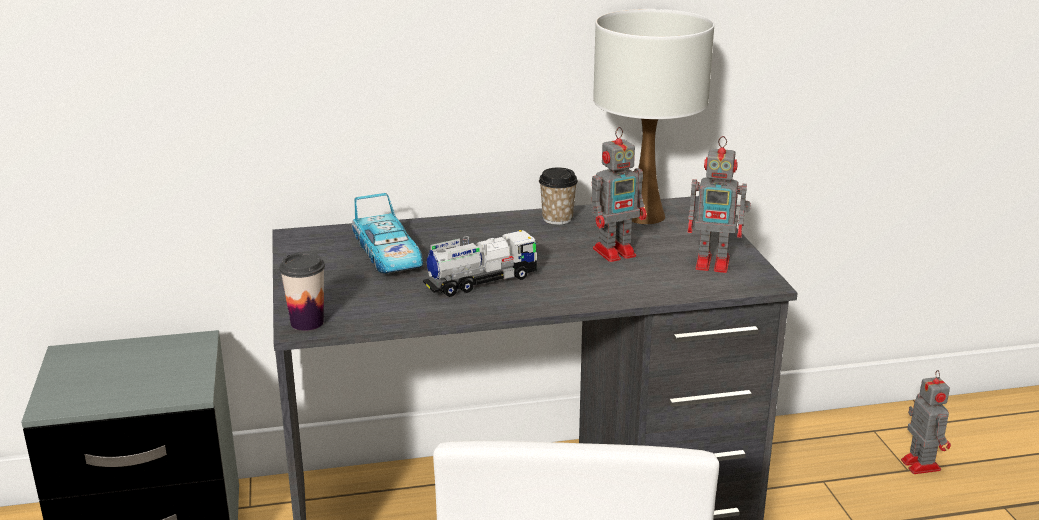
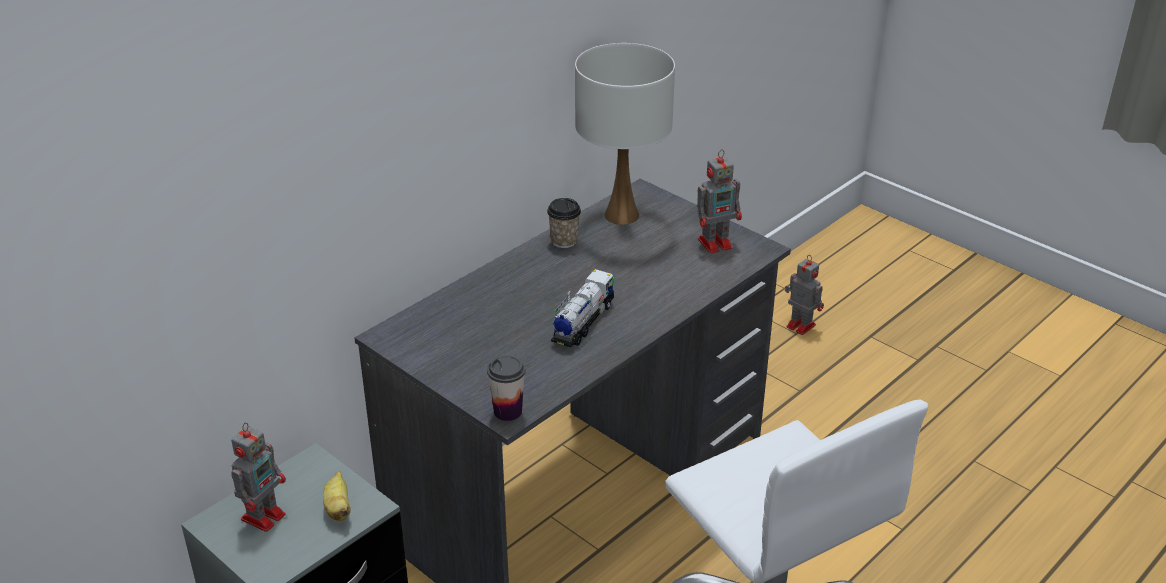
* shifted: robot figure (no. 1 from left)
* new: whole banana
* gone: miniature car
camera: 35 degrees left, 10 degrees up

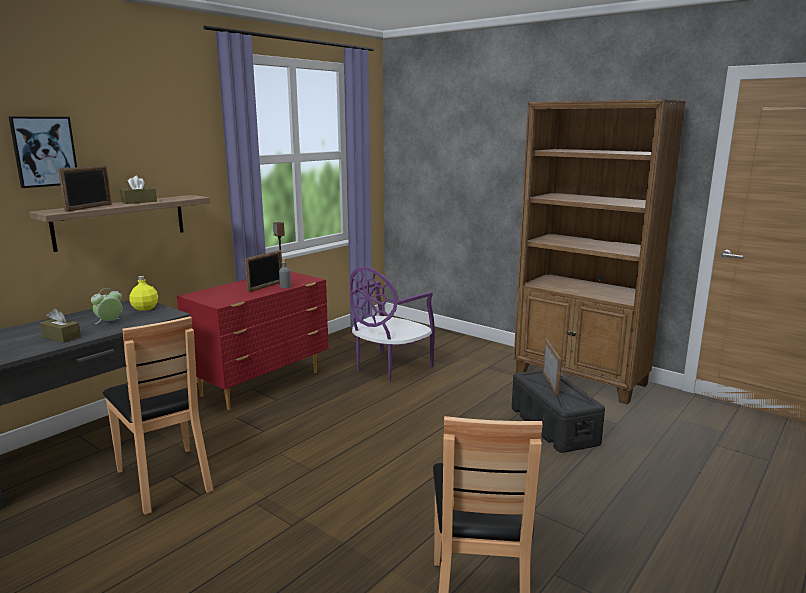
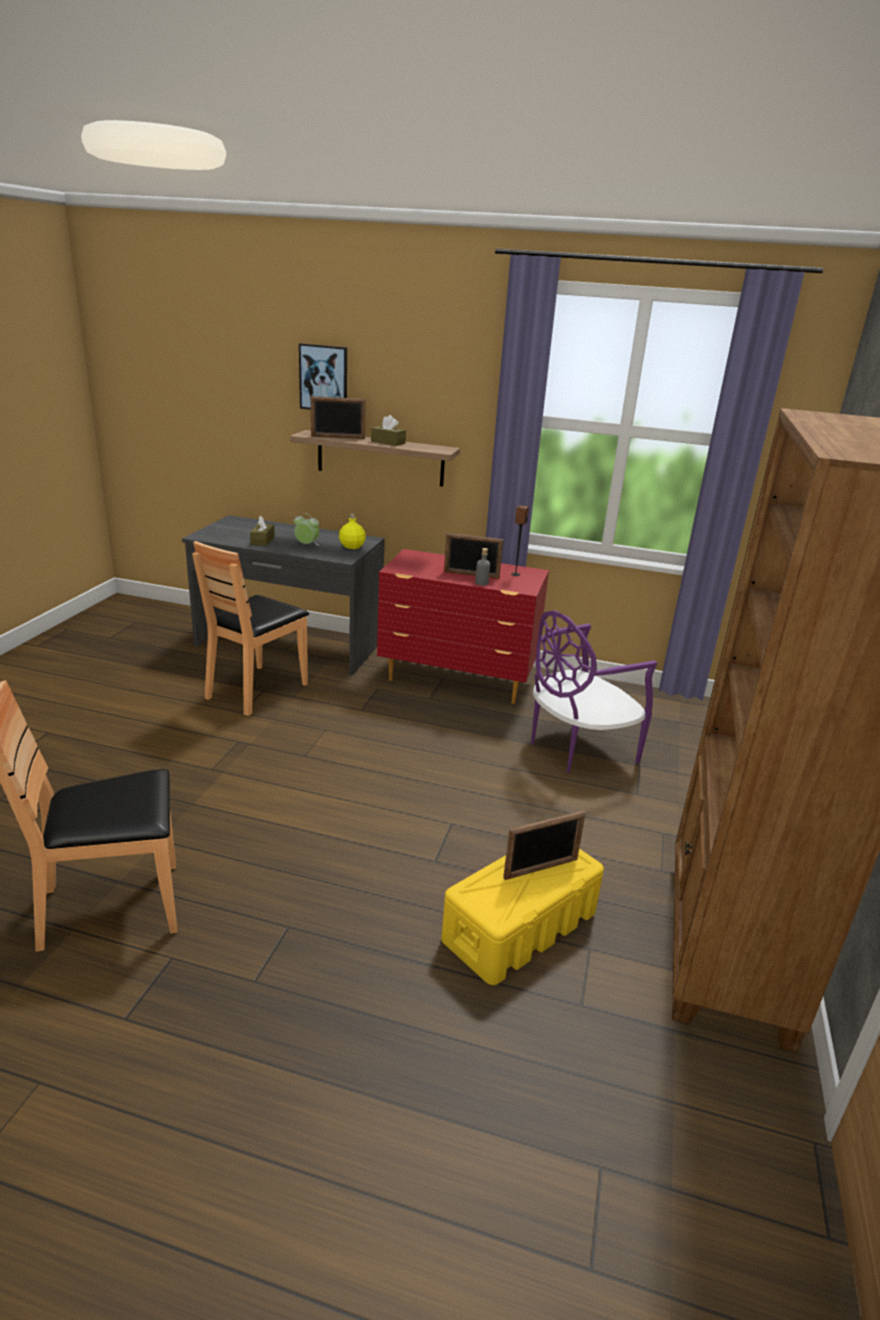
* repainted: storage container/black to storage container/yellowish
* rotated: upright chair/purple-coloured 45 degrees counterclockwise
camera: 65 degrees right, 10 degrees up

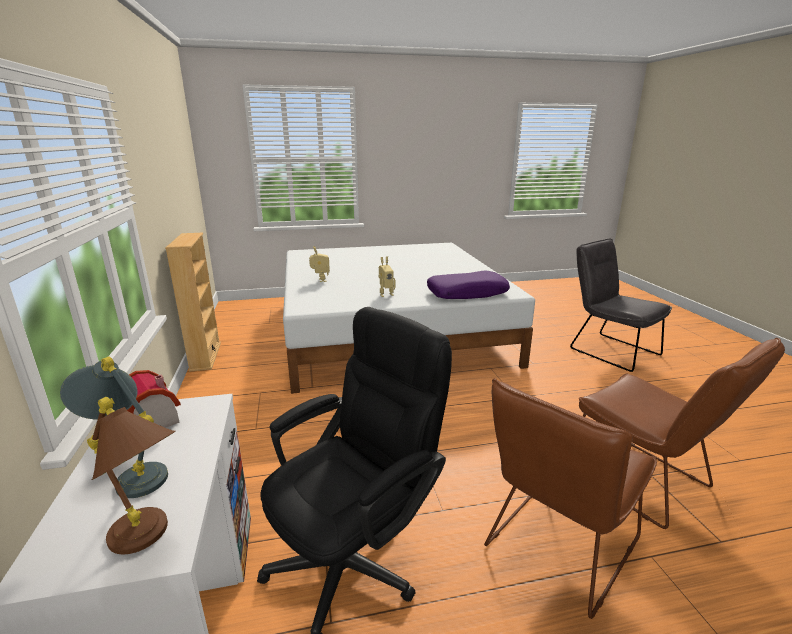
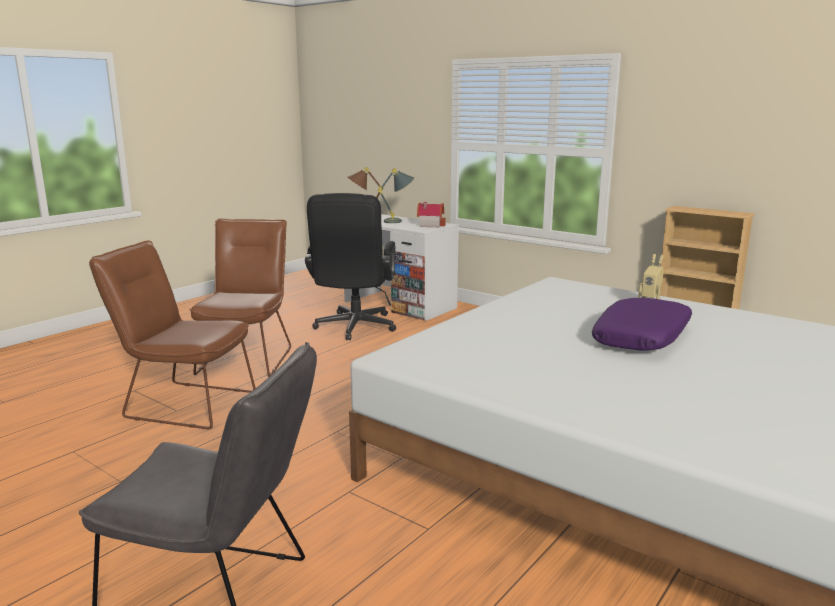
* shifted: throw pillow/purple-coloured
* gone: robot figure (no. 2 from left)
camera: 140 degrees right, 5 degrees down

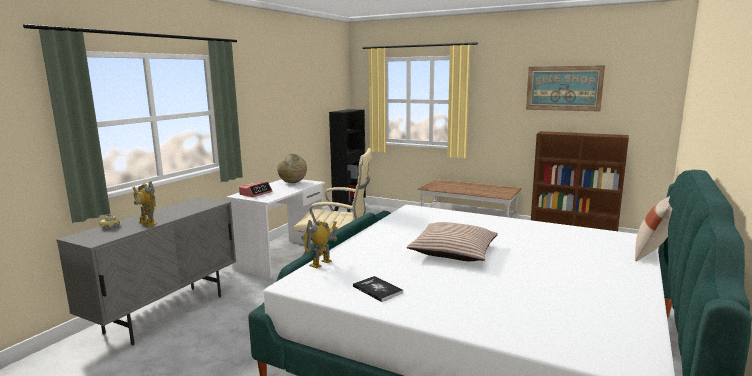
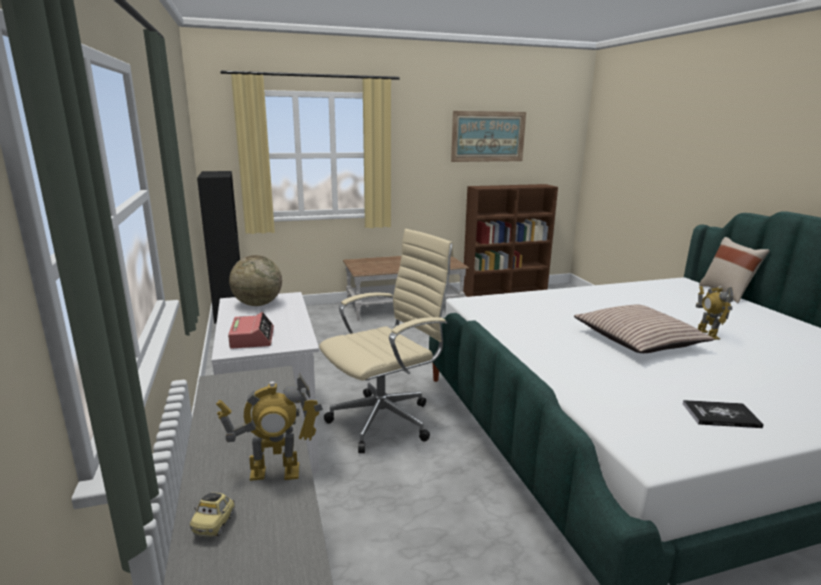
* shifted: robot figure (no. 2 from left)
camera: 45 degrees left, 5 degrees up

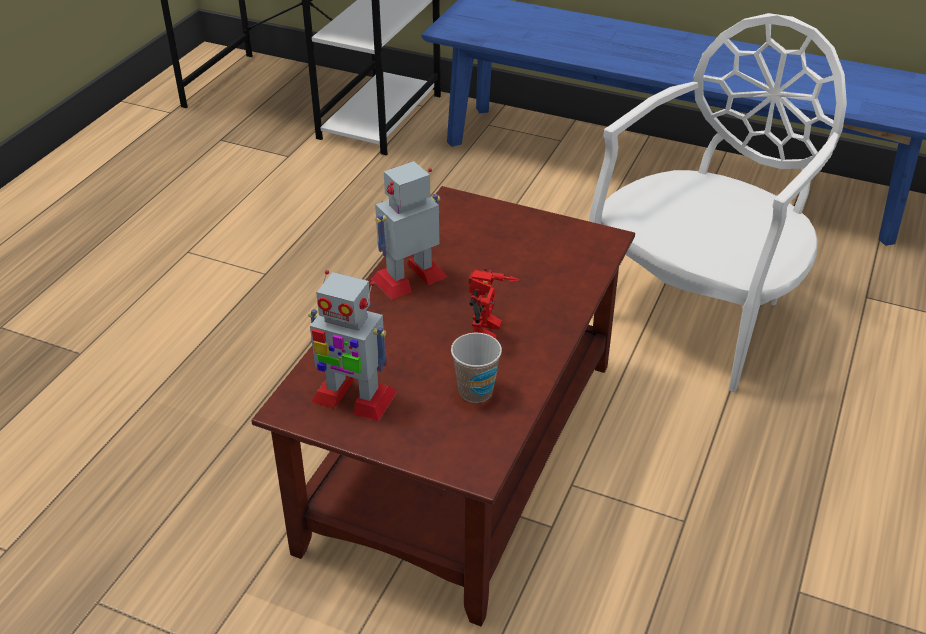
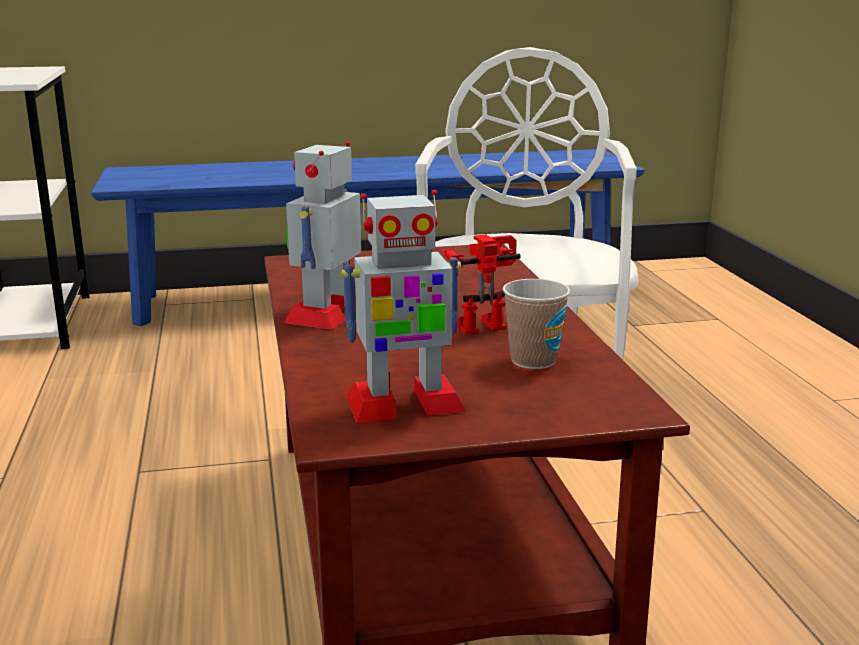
* rotated: robot figure (no. 3 from left) 90 degrees counterclockwise
camera: 35 degrees left, 20 degrees down

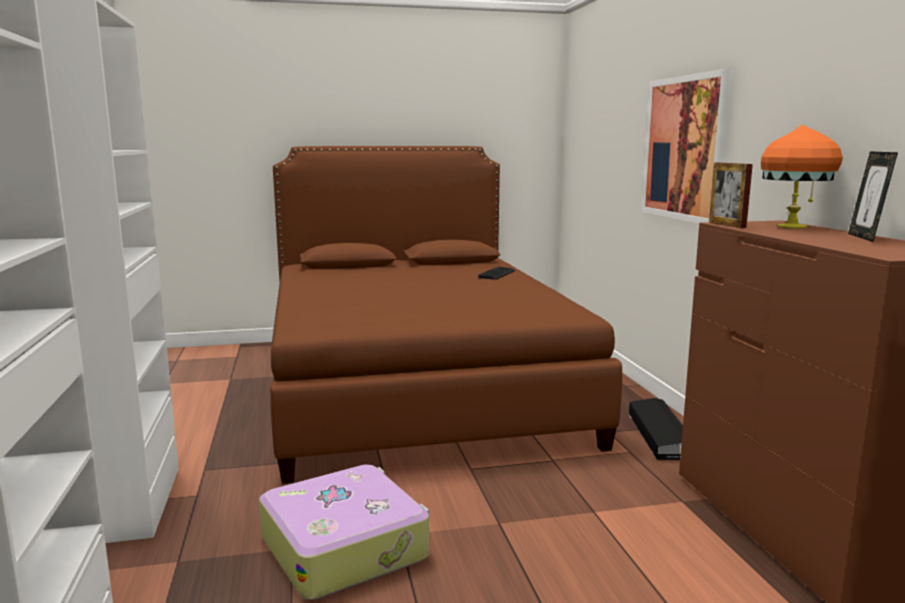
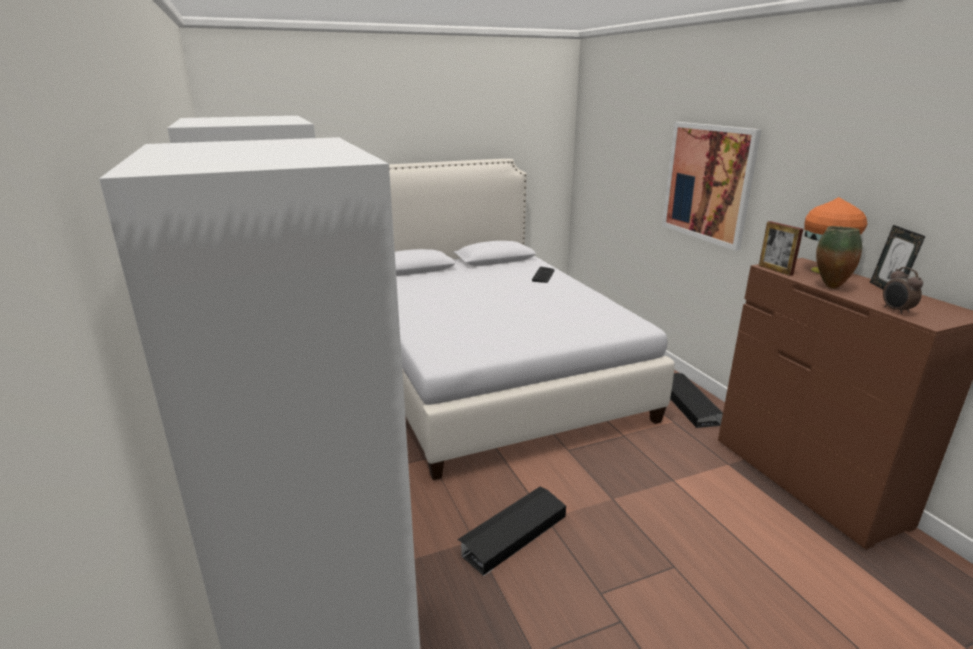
* repainted: bedroom bed/brown-coloured to bedroom bed/white-coloured
* swapped: suitcase to storage container/black (no. 1 from left)
* new: decorative vase
* new: bedside clock
camera: 10 degrees left, 10 degrees up

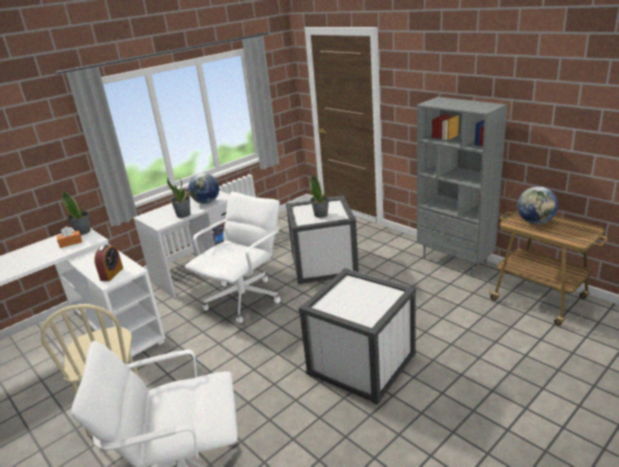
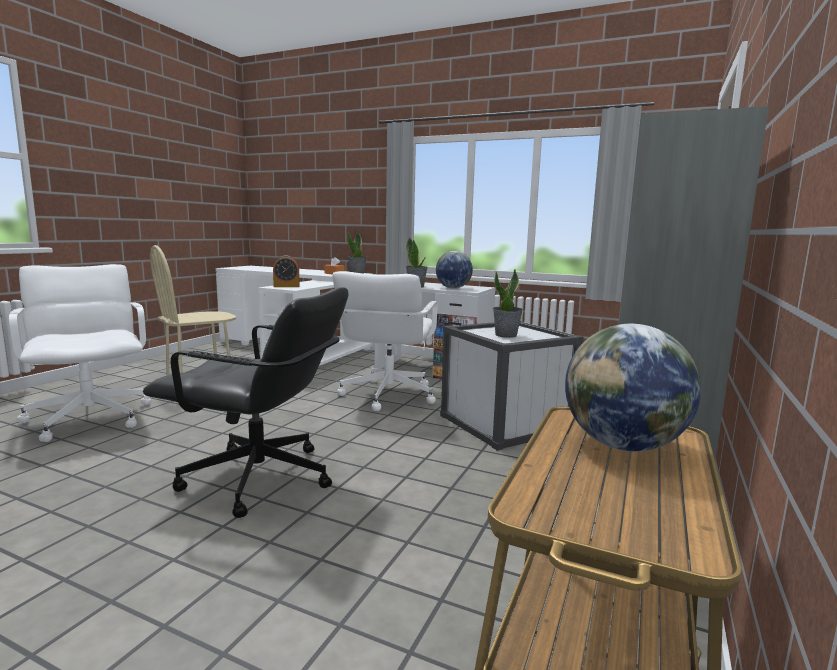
* swapped: storage container/white-coloured (no. 2 from left) to computer chair/black
* rotated: computer chair/white-coloured (no. 2 from left) 90 degrees clockwise
camera: 65 degrees right, 15 degrees down

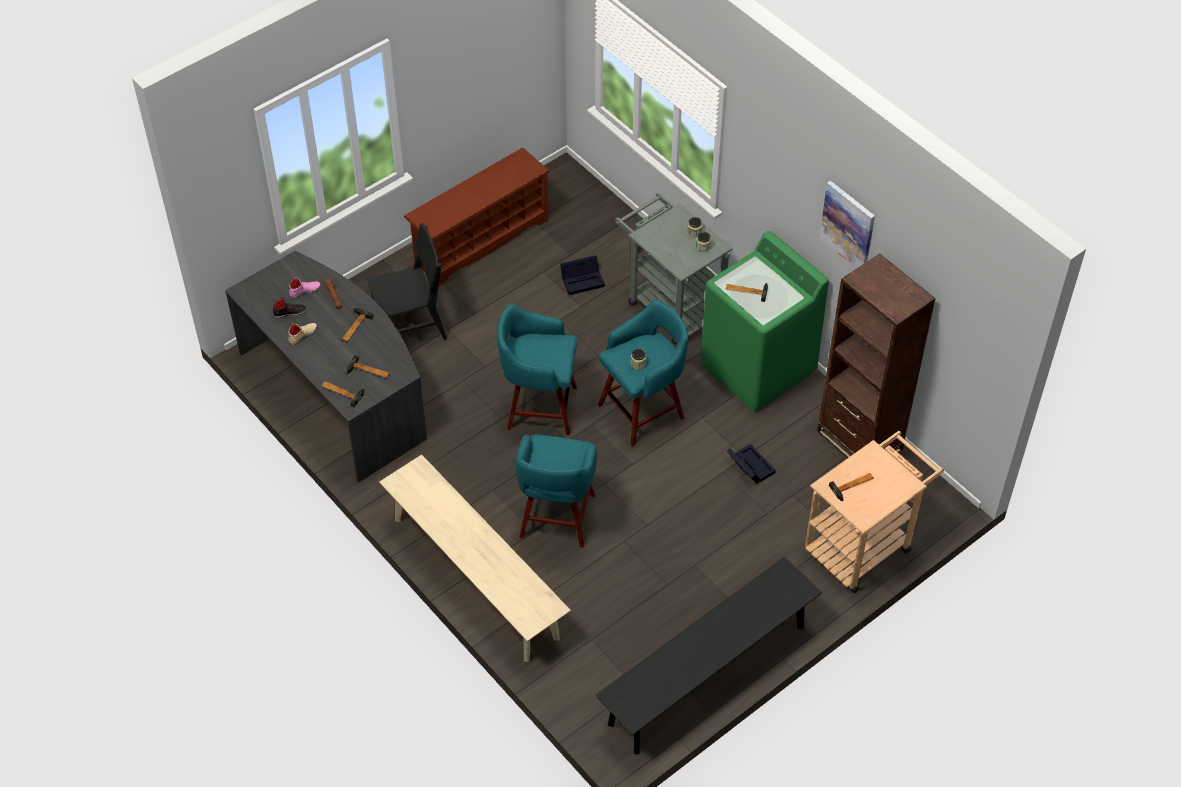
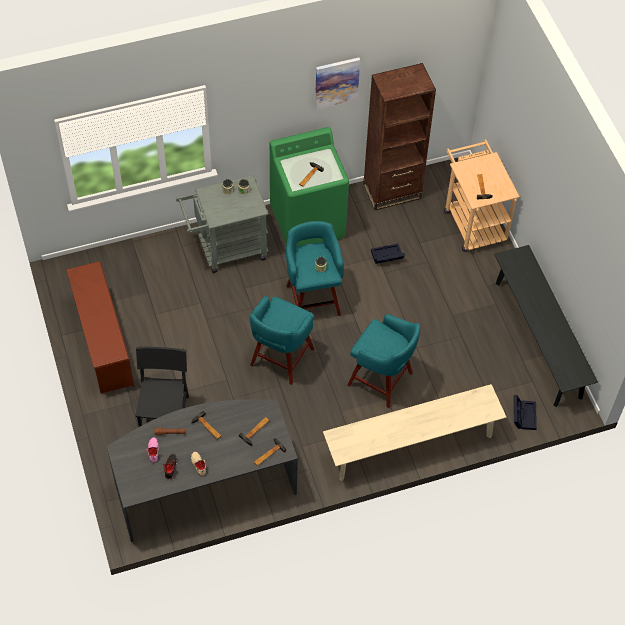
* shifted: storage container/black (no. 1 from left in the first image) to storage container/black (no. 2 from left)
camera: 70 degrees left, 5 degrees up

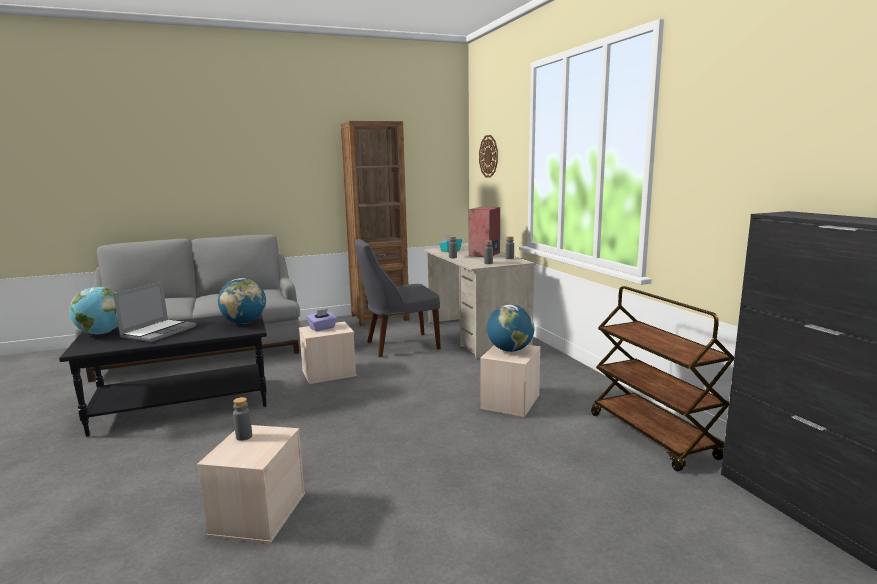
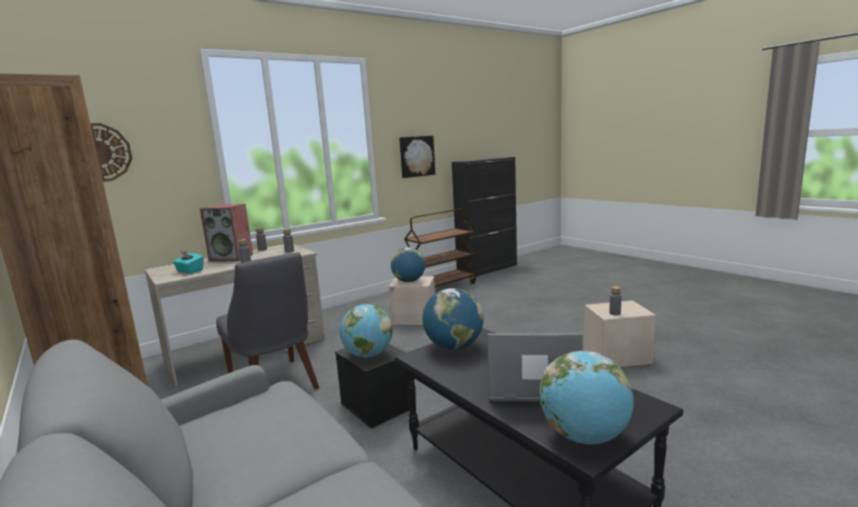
* repainted: storage container/beige-coloured (no. 2 from left) to storage container/black
* swapped: tissue box/purple-coloured to world globe (no. 1 from left)
* new: wall art
camera: 105 degrees left, 0 degrees up

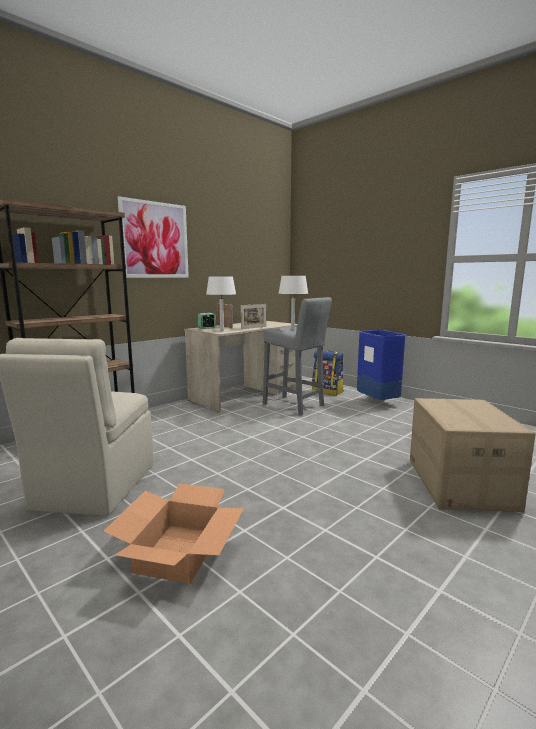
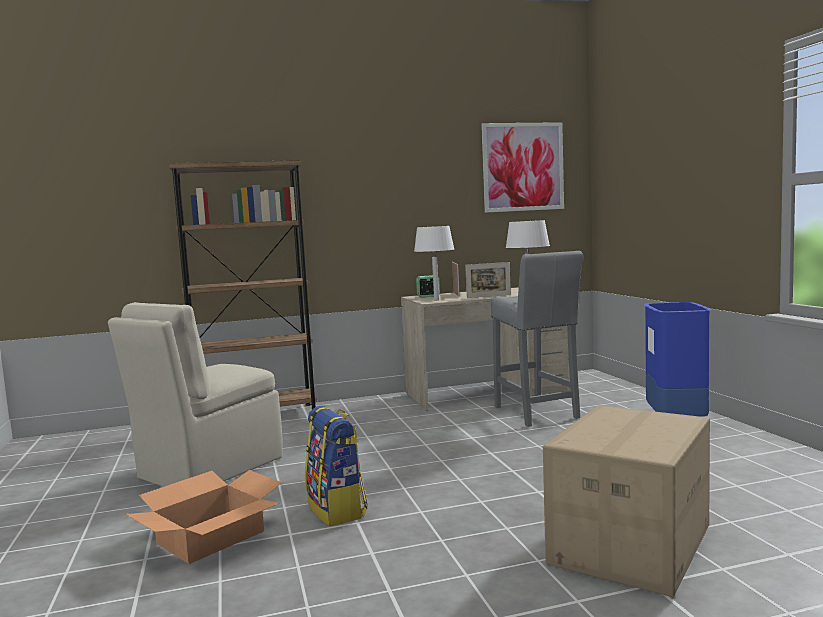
* shifted: backpack
* shifted: wall art
camera: 30 degrees right, 5 degrees down

